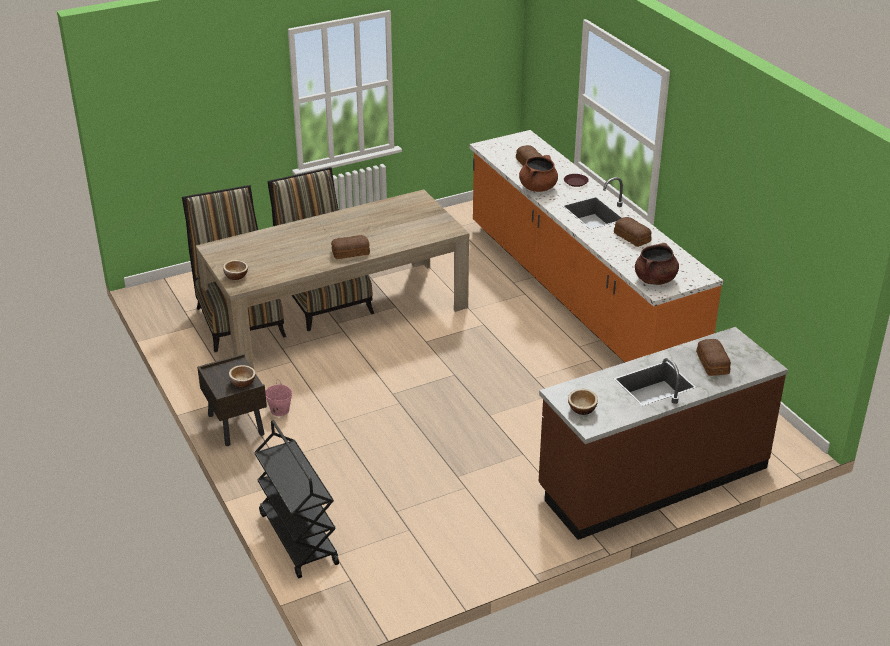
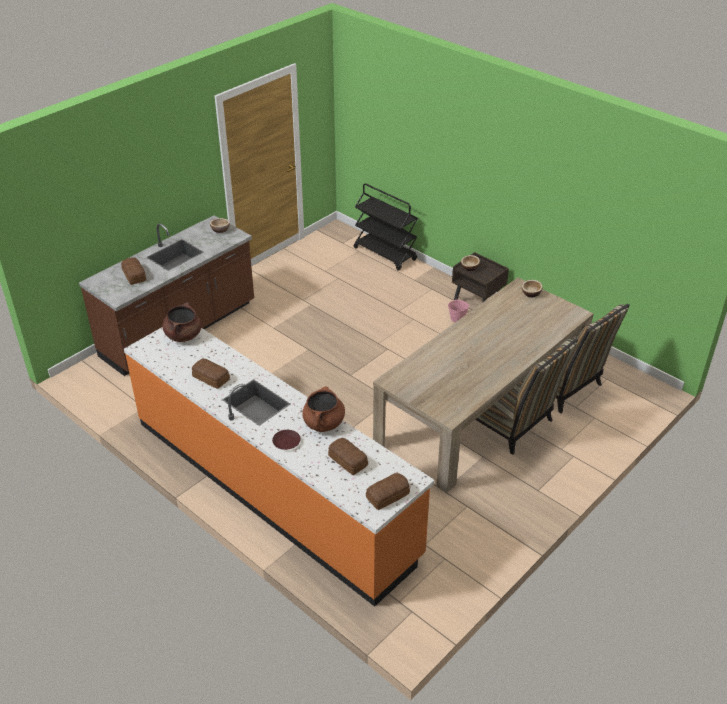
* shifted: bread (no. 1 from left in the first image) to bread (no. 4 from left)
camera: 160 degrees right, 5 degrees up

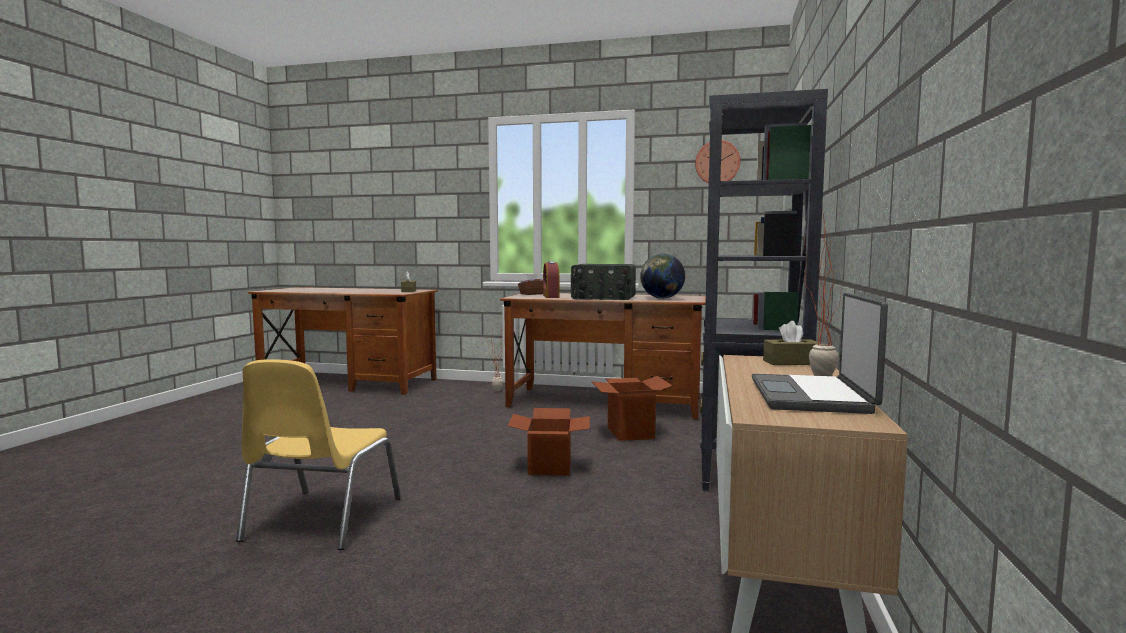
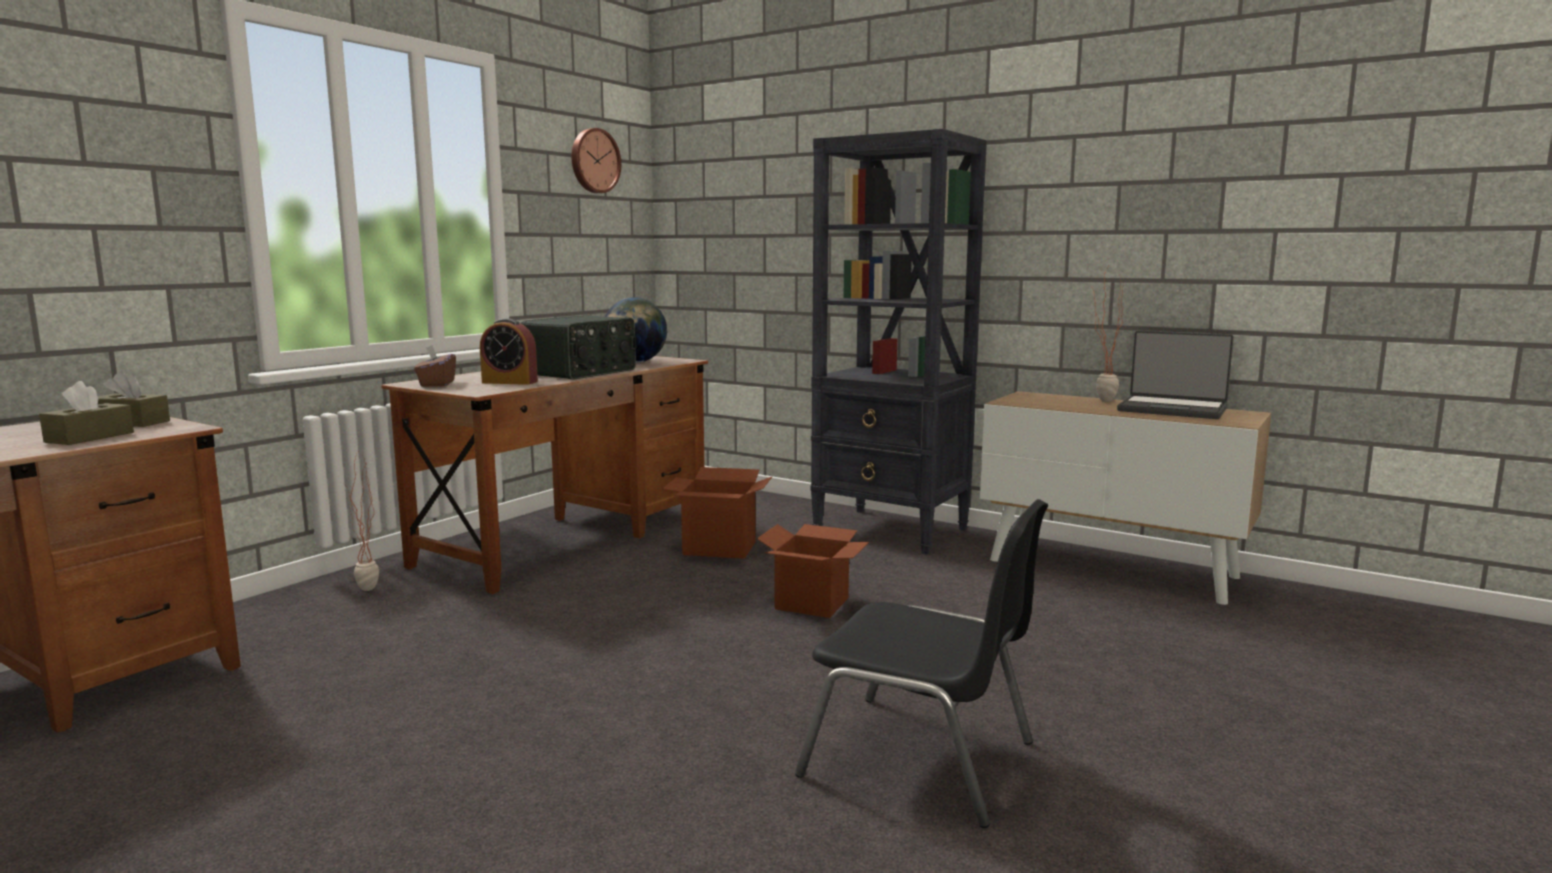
* shifted: tissue box/brown-coloured (no. 3 from left in the first image) to tissue box/brown-coloured (no. 1 from left)
* repainted: upright chair/yellowish to upright chair/black
camera: 70 degrees left, 5 degrees up

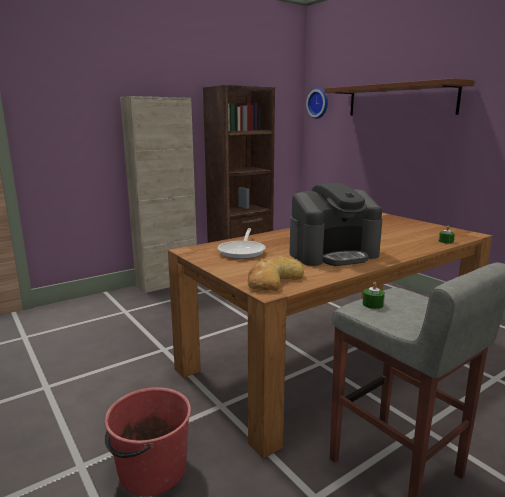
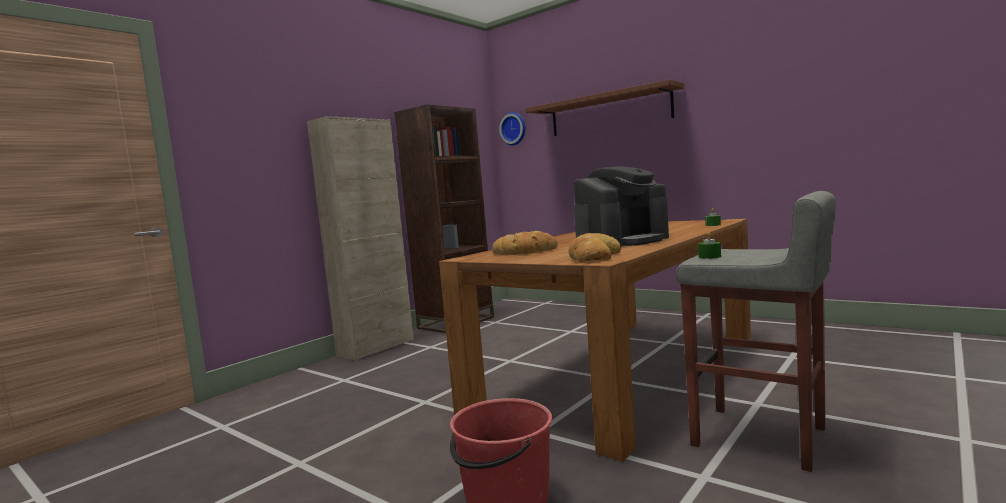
* swapped: pan to bread (no. 1 from left)
camera: 15 degrees left, 10 degrees down

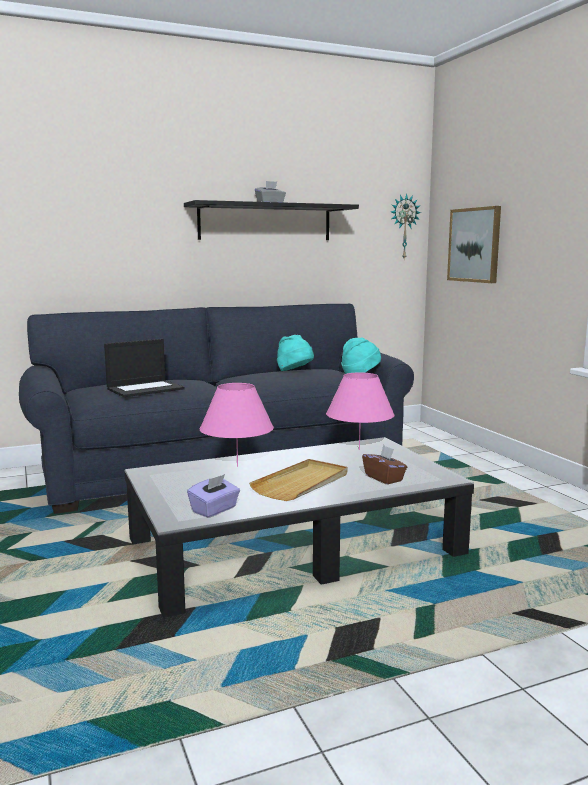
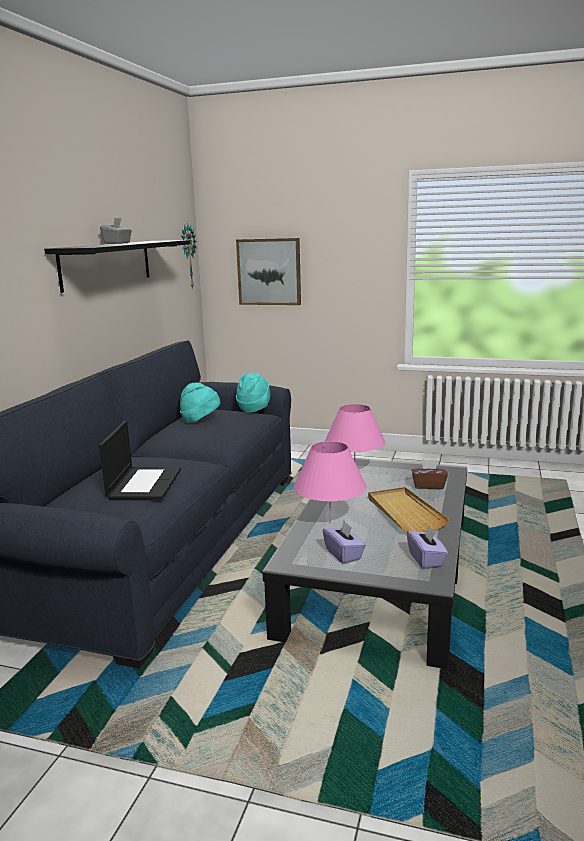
* new: tissue box/purple-coloured (no. 1 from left)
camera: 50 degrees left, 5 degrees up

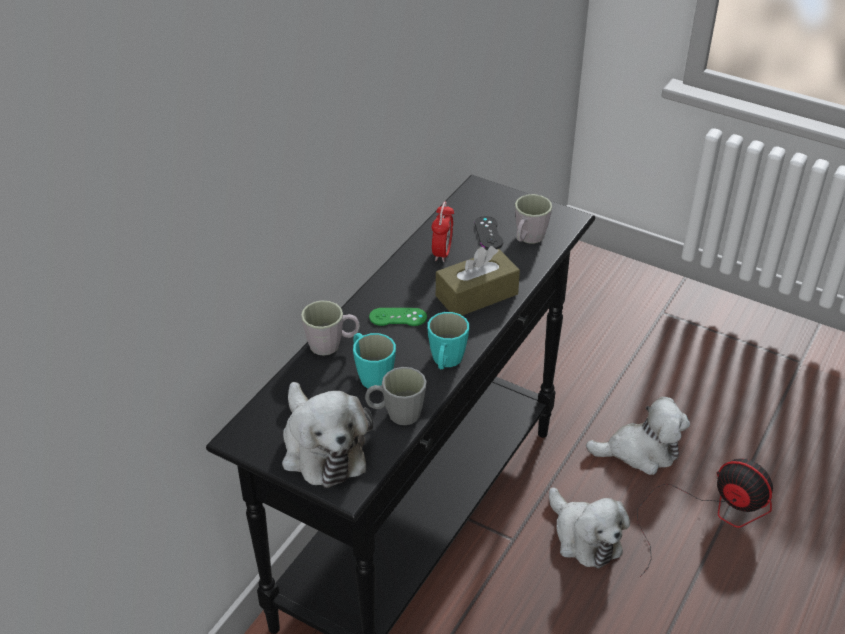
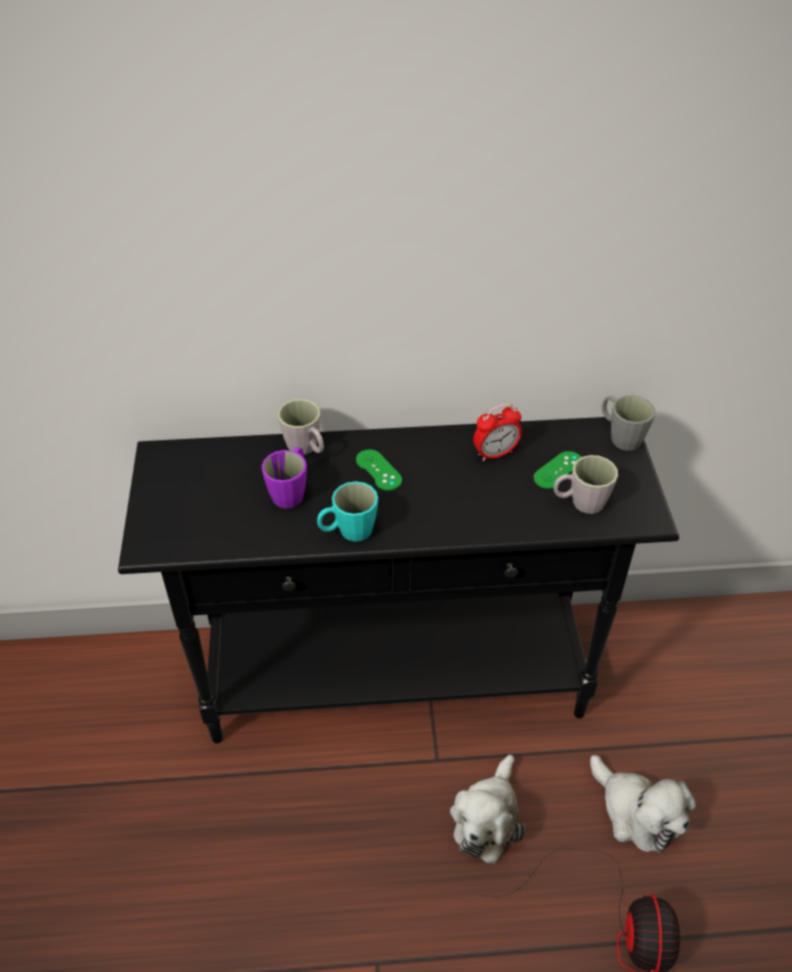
* repainted: tea mug/blue-green (no. 1 from left) to tea mug/purple-coloured
* repainted: gamepad/black to gamepad/green (no. 2 from left)
* shifted: tea mug/greyish (no. 2 from left in the first image) to tea mug/greyish (no. 3 from left)
* gone: cuddly toy (no. 1 from left)
* gone: tissue box/brown-coloured
camera: 55 degrees right, 5 degrees up

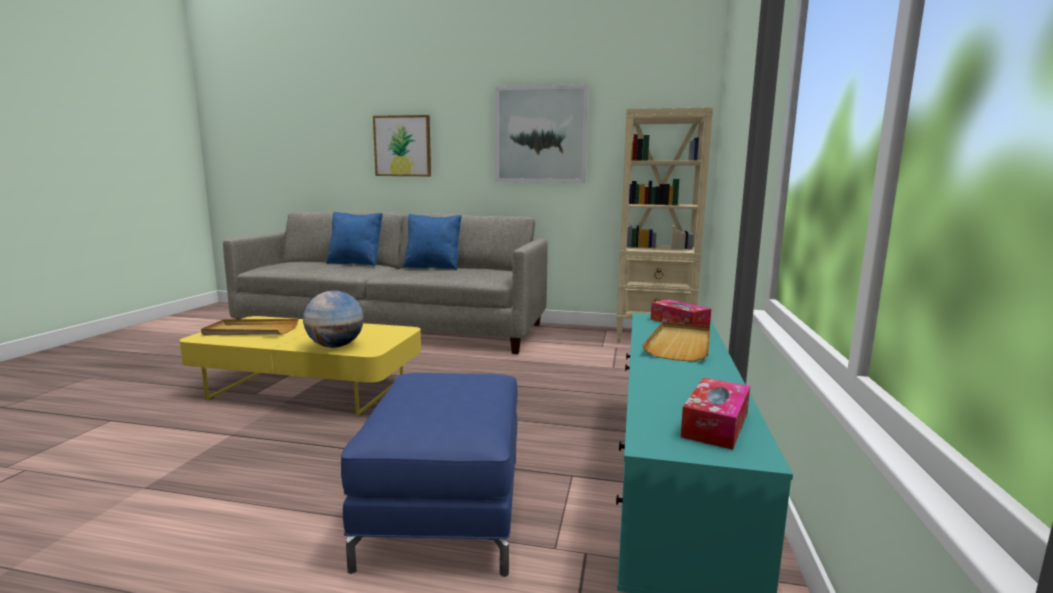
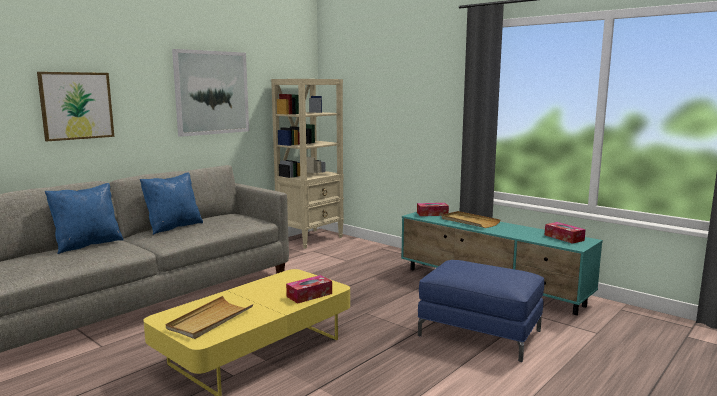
* swapped: world globe to tissue box (no. 1 from left)
camera: 60 degrees left, 0 degrees up

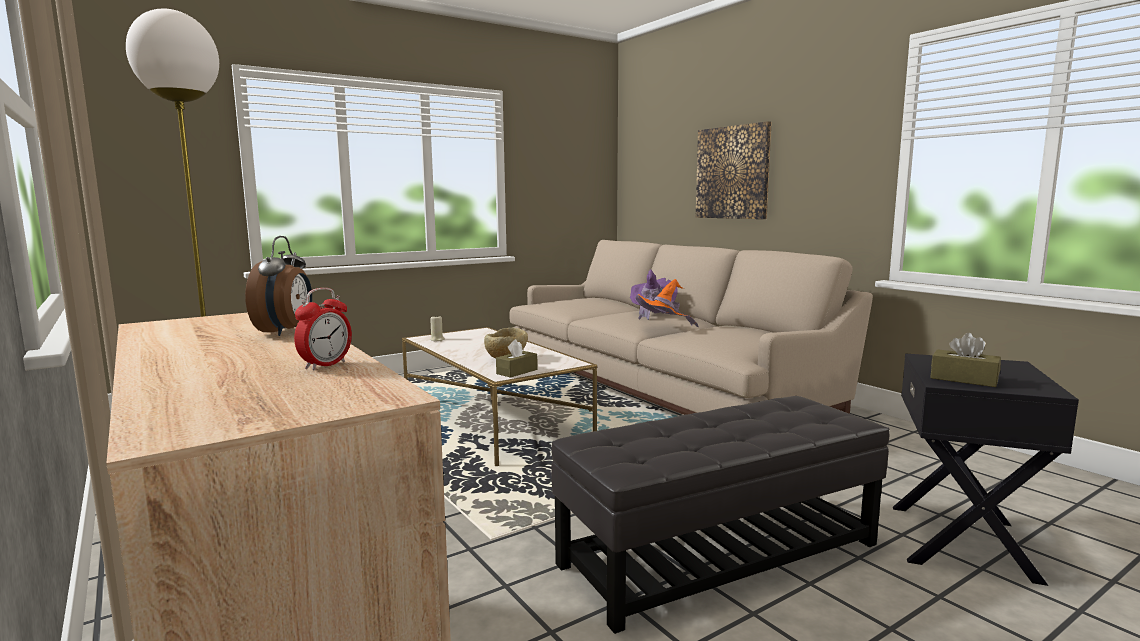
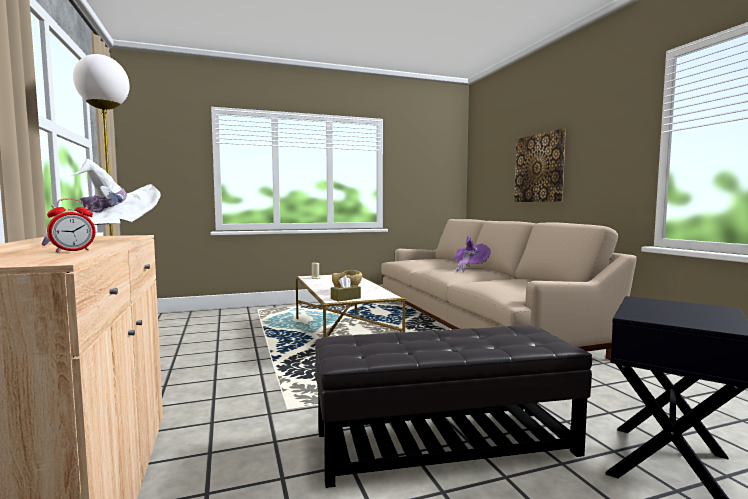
* swapped: bedside clock (no. 1 from left) to wearable hat/white-coloured
* gone: wearable hat/orangey
* gone: tissue box/brown-coloured (no. 2 from left)
camera: 15 degrees right, 5 degrees down

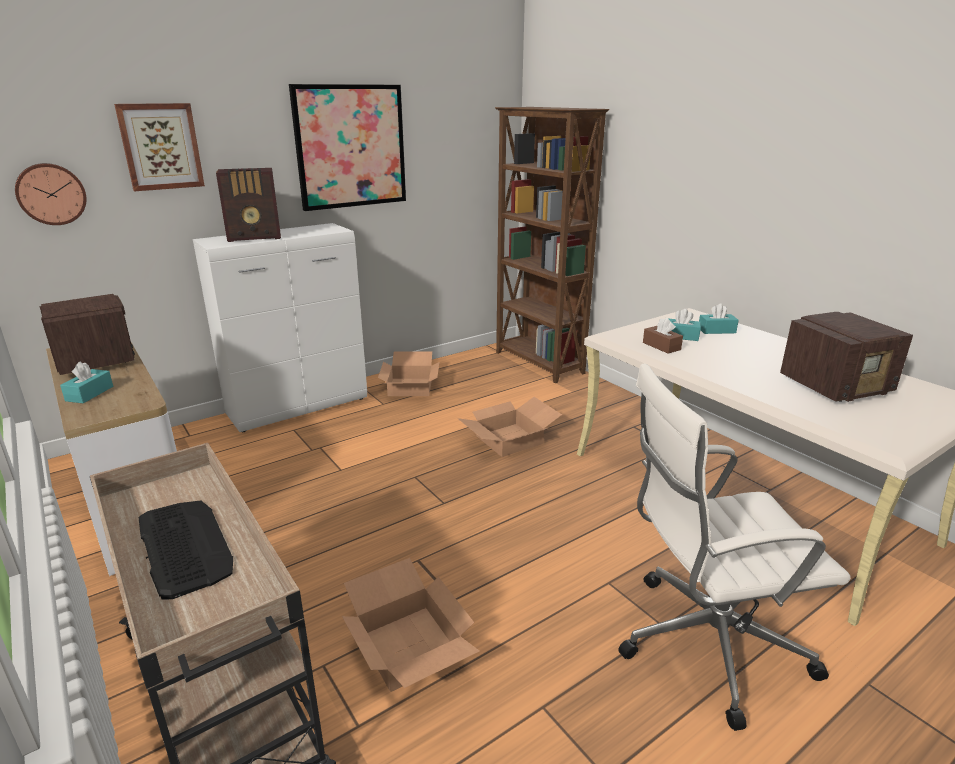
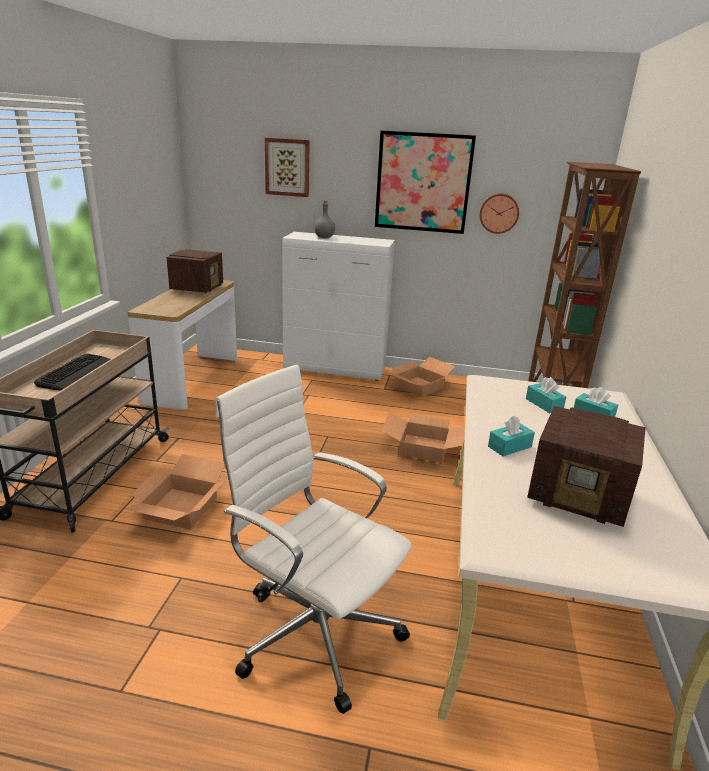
* swapped: radio set (no. 2 from left) to bottle/greyish
* shifted: wall clock
* shifted: tissue box/blue-green (no. 1 from left)
* gone: tissue box/brown-coloured
camera: 45 degrees right, 0 degrees up

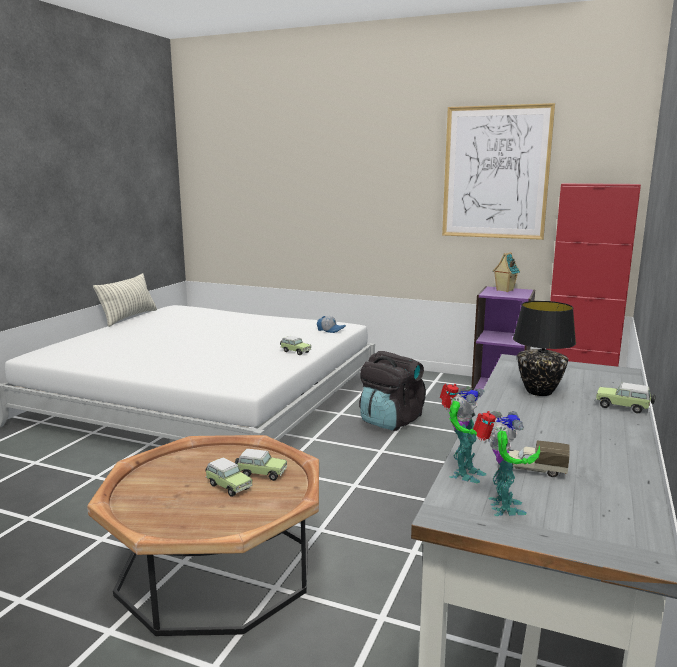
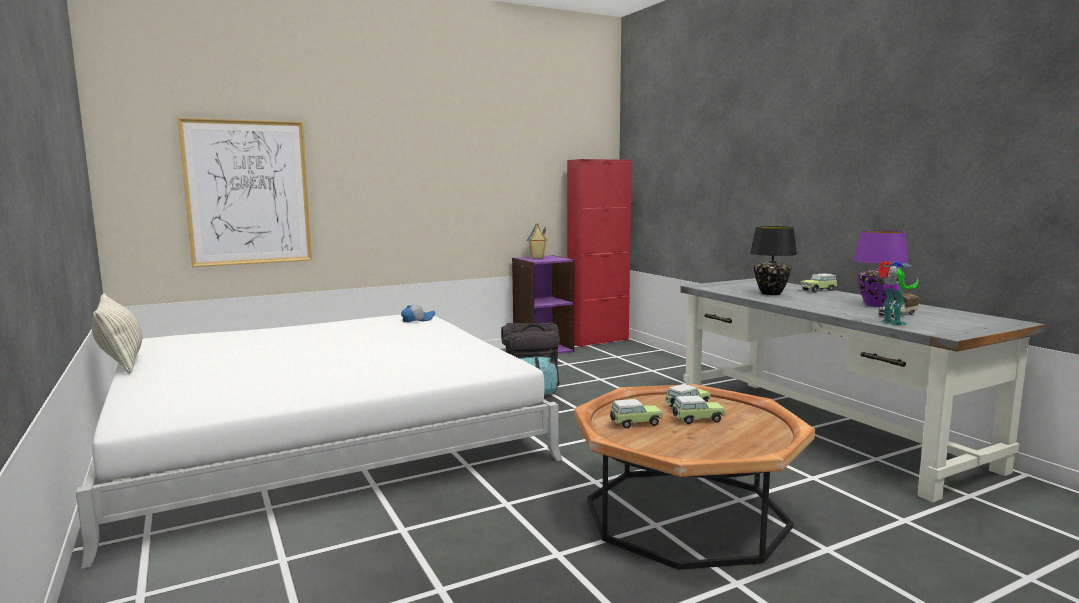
* shifted: wall art
* shifted: miniature car (no. 3 from left in the first image) to miniature car (no. 1 from left)
* new: table lamp/purple-coloured
* gone: robot figure (no. 2 from left)
camera: 50 degrees left, 5 degrees down

